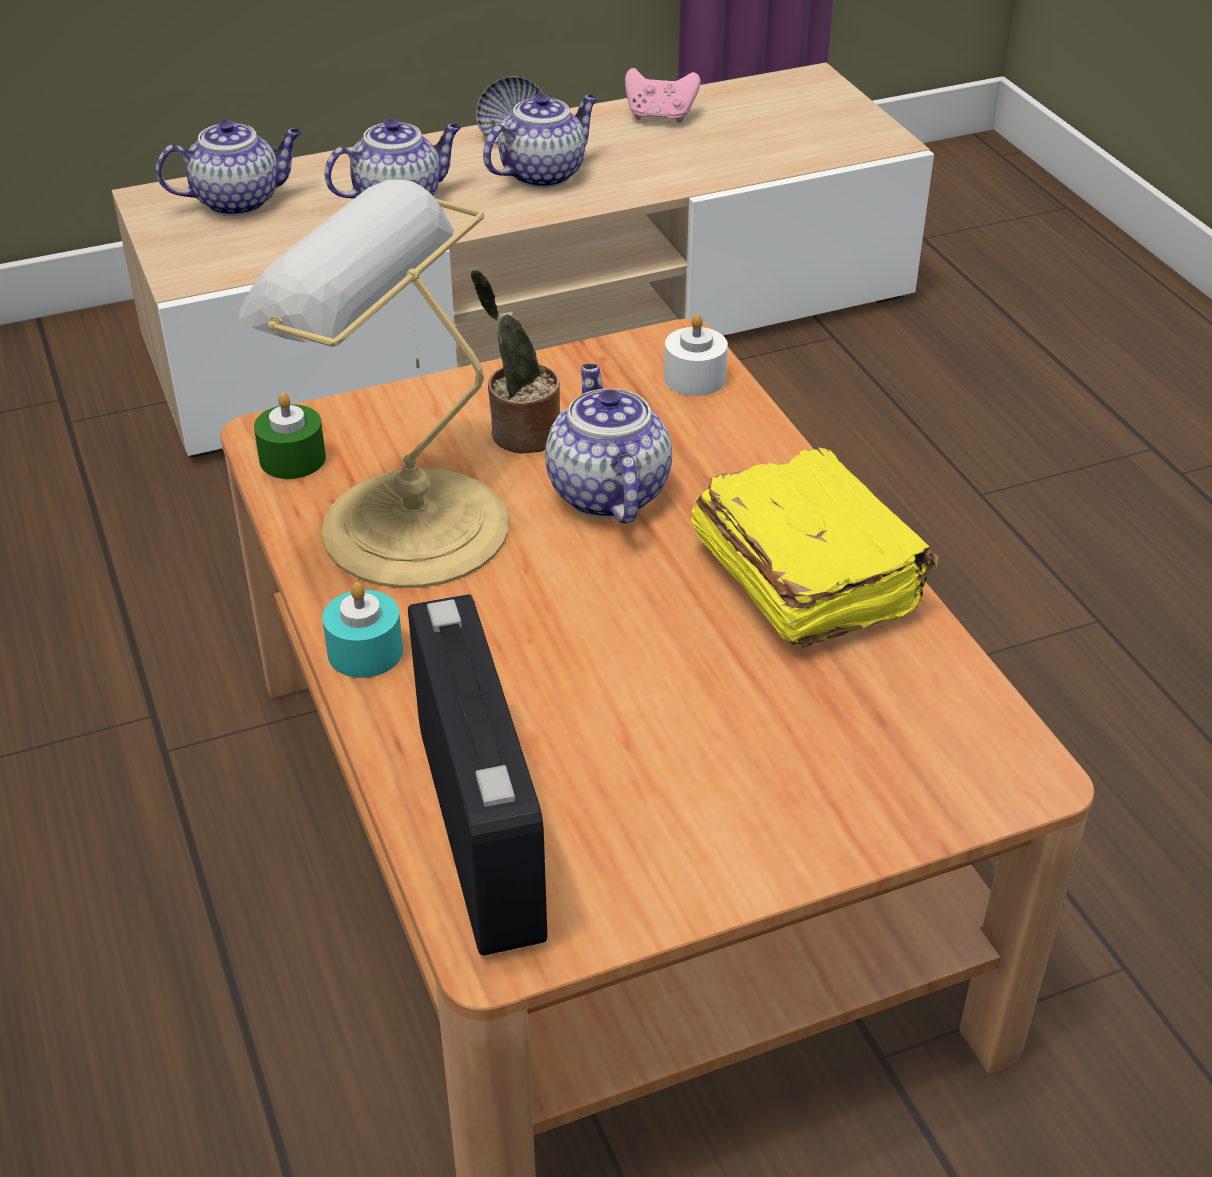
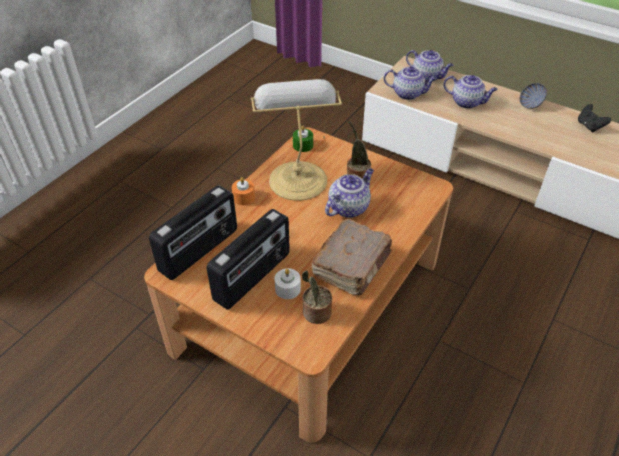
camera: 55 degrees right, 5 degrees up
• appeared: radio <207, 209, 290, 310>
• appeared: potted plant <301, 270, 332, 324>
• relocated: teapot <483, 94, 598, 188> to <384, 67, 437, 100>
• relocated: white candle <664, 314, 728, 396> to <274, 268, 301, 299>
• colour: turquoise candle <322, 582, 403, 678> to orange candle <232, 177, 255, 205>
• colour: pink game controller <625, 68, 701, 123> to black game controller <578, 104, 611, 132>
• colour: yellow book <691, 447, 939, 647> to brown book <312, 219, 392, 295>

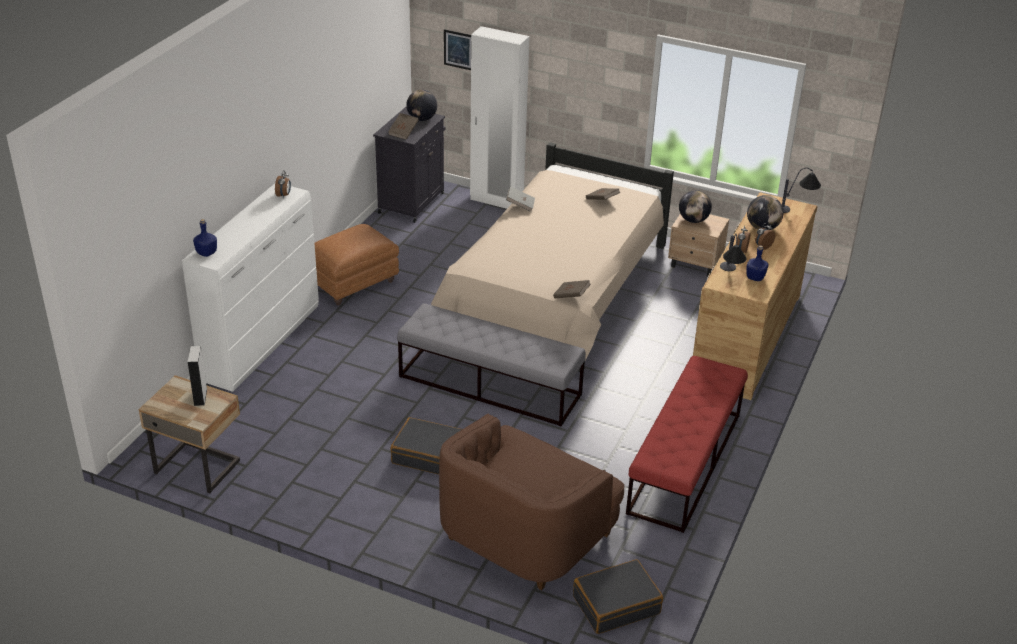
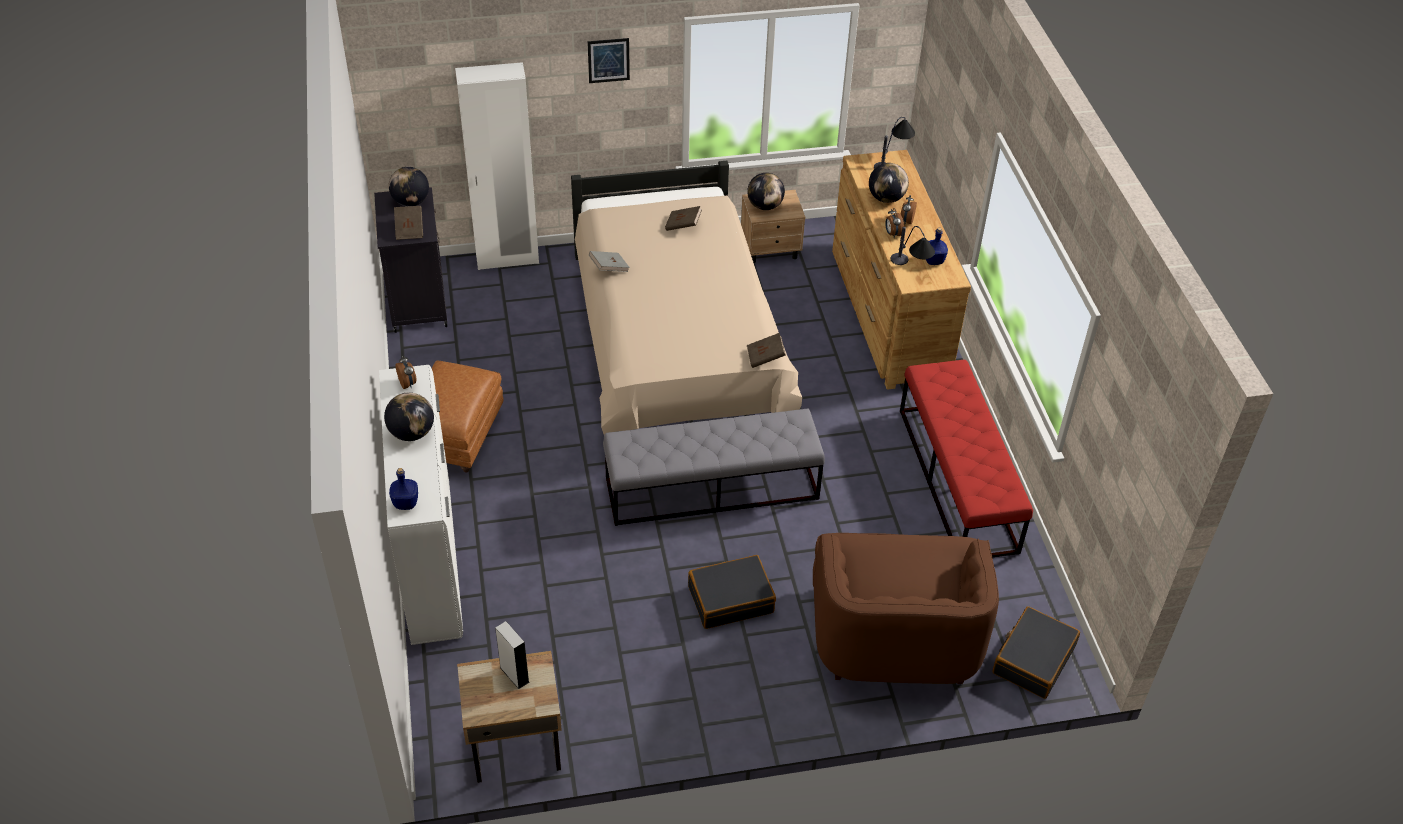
camera: 35 degrees left, 10 degrees up
• appeared: globe <384, 392, 434, 441>
• relocated: picture <444, 29, 471, 70> to <588, 38, 630, 83>

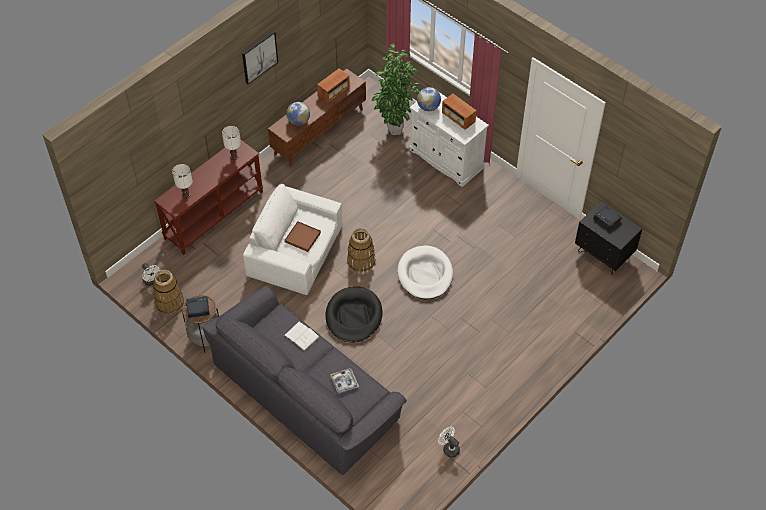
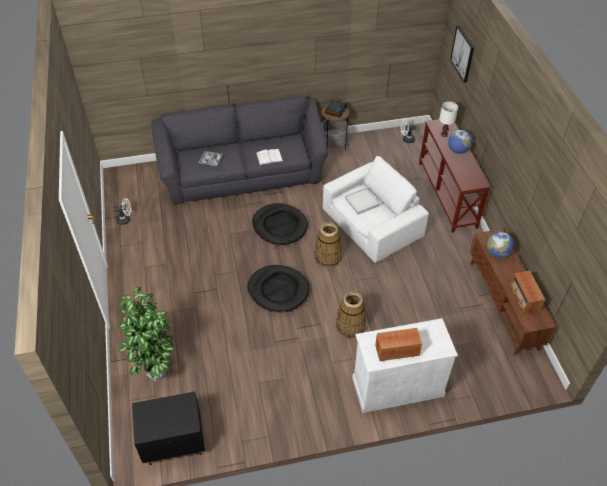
camera: 125 degrees right, 5 degrees down
• missing: white table lamp <222, 126, 241, 160>
• missing: alarm clock <593, 206, 622, 231>
• relocated: basket <153, 270, 184, 315> to <336, 291, 366, 339>
• relocated: picture <242, 31, 278, 85> to <450, 25, 474, 83>
• relocated: potted plant <371, 44, 420, 135> to <118, 287, 176, 382>
• relocated: globe <417, 87, 441, 111> to <448, 130, 472, 154>
• colour: brown tray <285, 221, 321, 252> to white tray <345, 188, 380, 215>
• colour: white dog bed <397, 246, 453, 299> to black dog bed <247, 265, 309, 312>

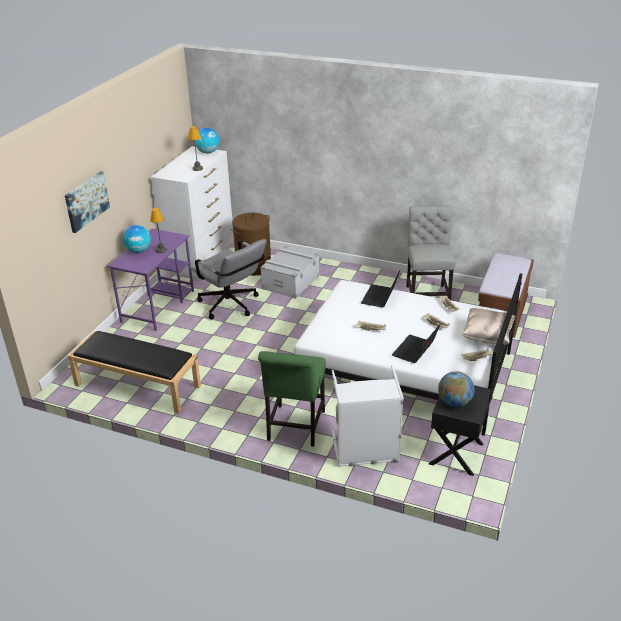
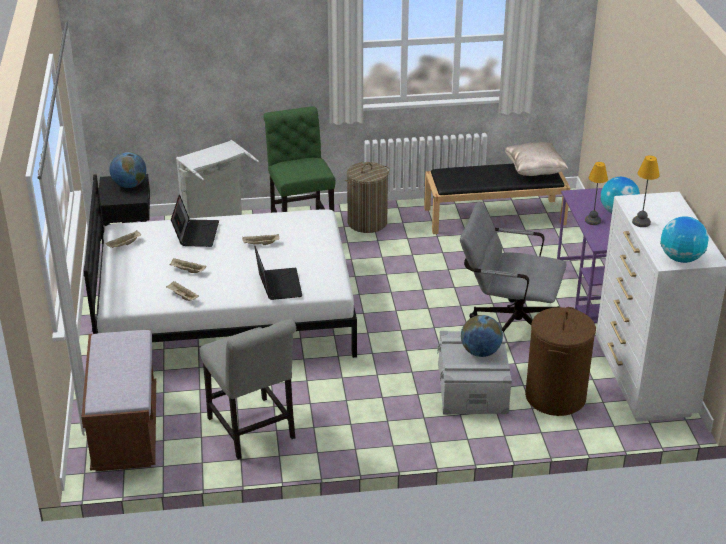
camera: 150 degrees right, 0 degrees up
• missing: picture <65, 171, 110, 233>
• appeared: laundry basket <345, 162, 390, 233>
• appeared: globe <461, 315, 503, 357>
• relocated: beige pillow <462, 308, 516, 345> to <505, 142, 568, 176>

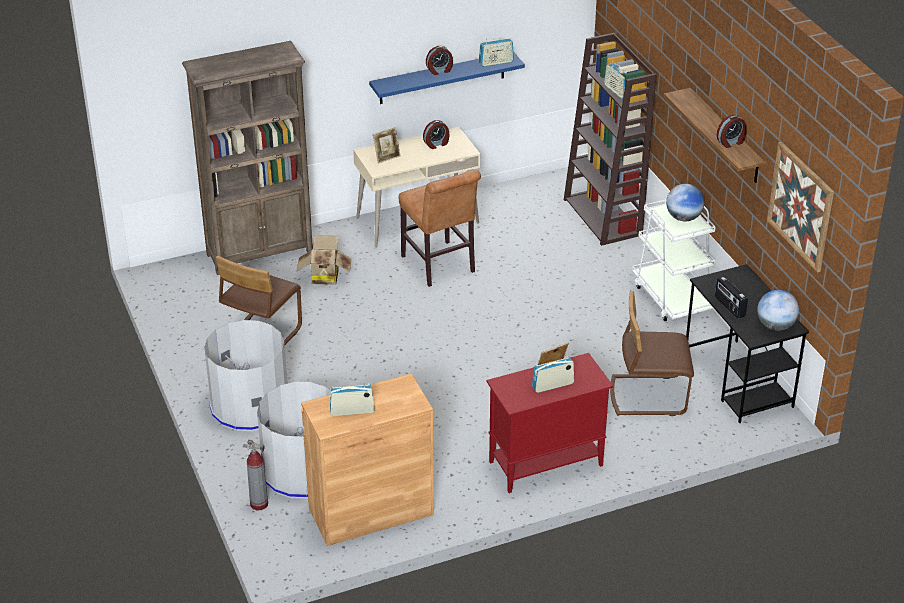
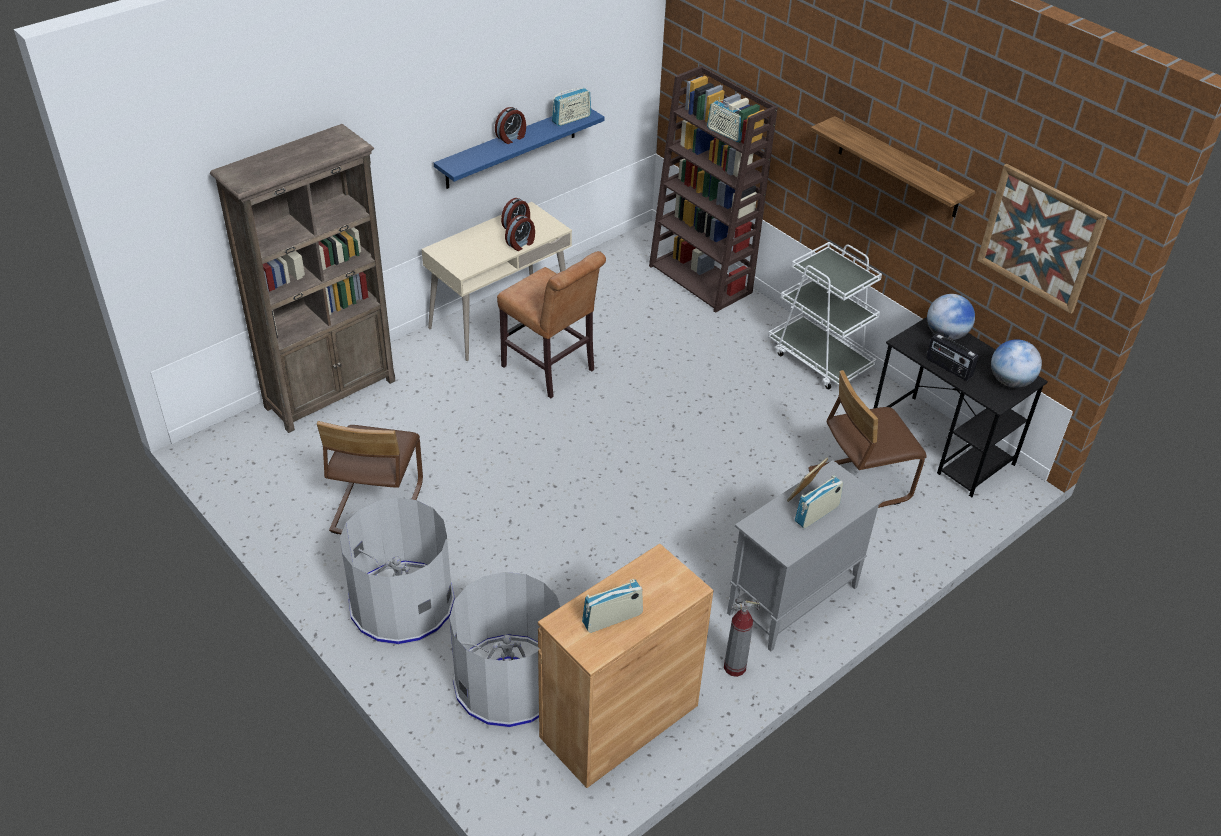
camera: 20 degrees left, 5 degrees up
• missing: cardboard box <297, 235, 352, 285>
• missing: picture frame <373, 127, 401, 164>
• relocated: fire extinguisher <243, 440, 268, 510> to <724, 598, 760, 677>
• relocated: globe <666, 184, 704, 221> to <927, 294, 975, 340>
• relocated: alarm clock <717, 115, 747, 148> to <505, 215, 535, 251>
• colour: red cabinet <487, 353, 613, 493> to grey cabinet <727, 460, 885, 652>

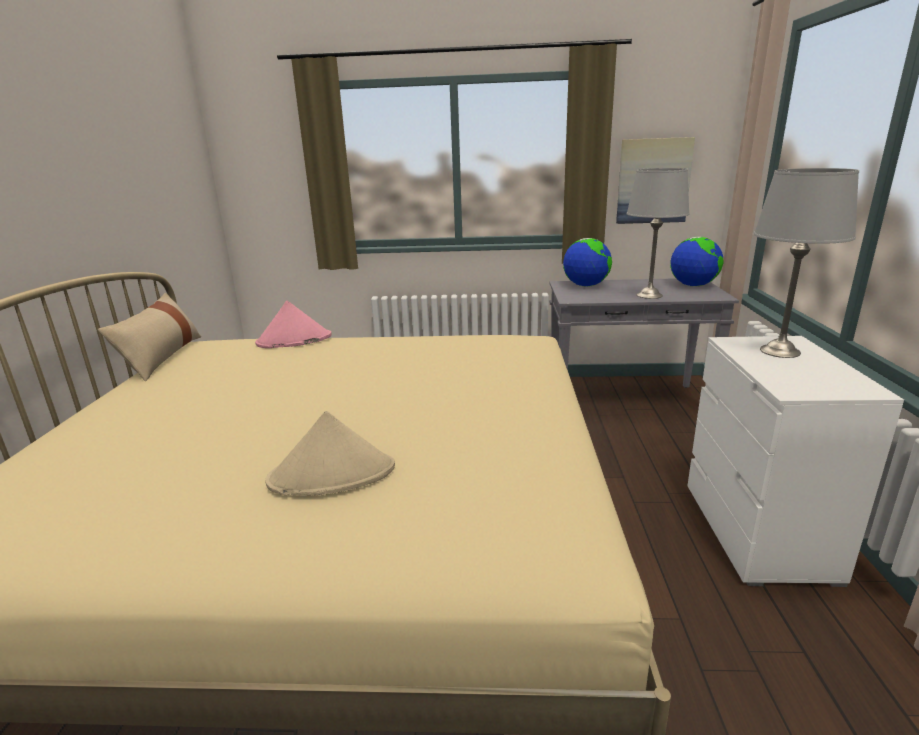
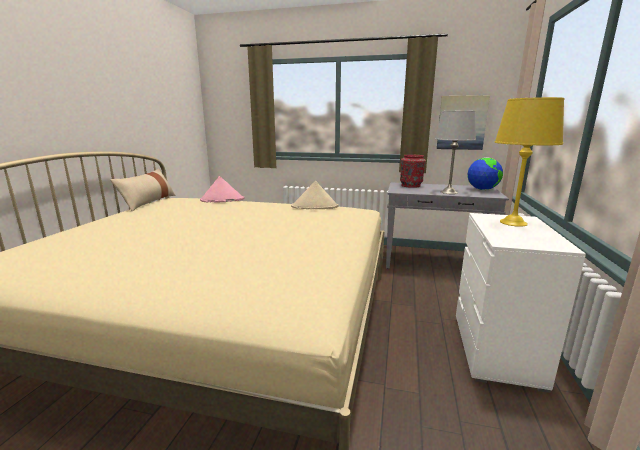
camera: 10 degrees right, 5 degrees down
• relocated: beige hat <265, 411, 395, 496> to <291, 181, 338, 209>
• exchanged: globe <563, 238, 612, 287> to red vase <400, 155, 426, 188>
• colour: grey table lamp <754, 168, 859, 358> to yellow table lamp <495, 97, 564, 227>

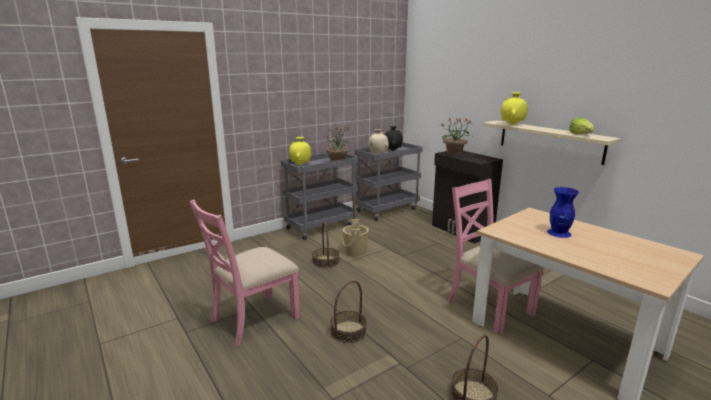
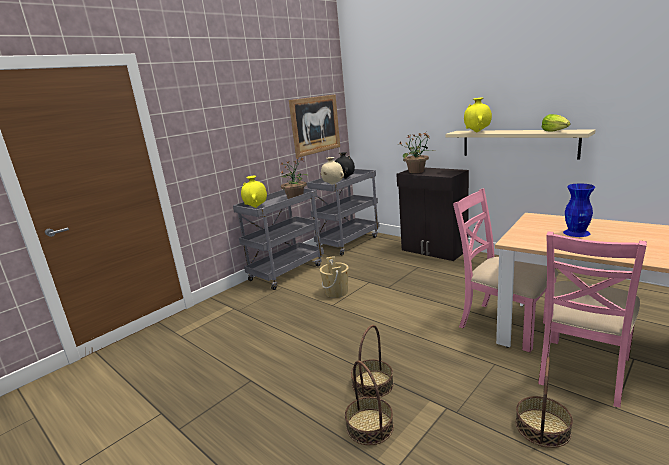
camera: 10 degrees left, 0 degrees up
• appeared: picture <289, 94, 340, 158>
• relocated: pink chair <189, 199, 301, 346> to <538, 231, 647, 408>
• relocated: basket <312, 222, 339, 268> to <345, 361, 394, 445>

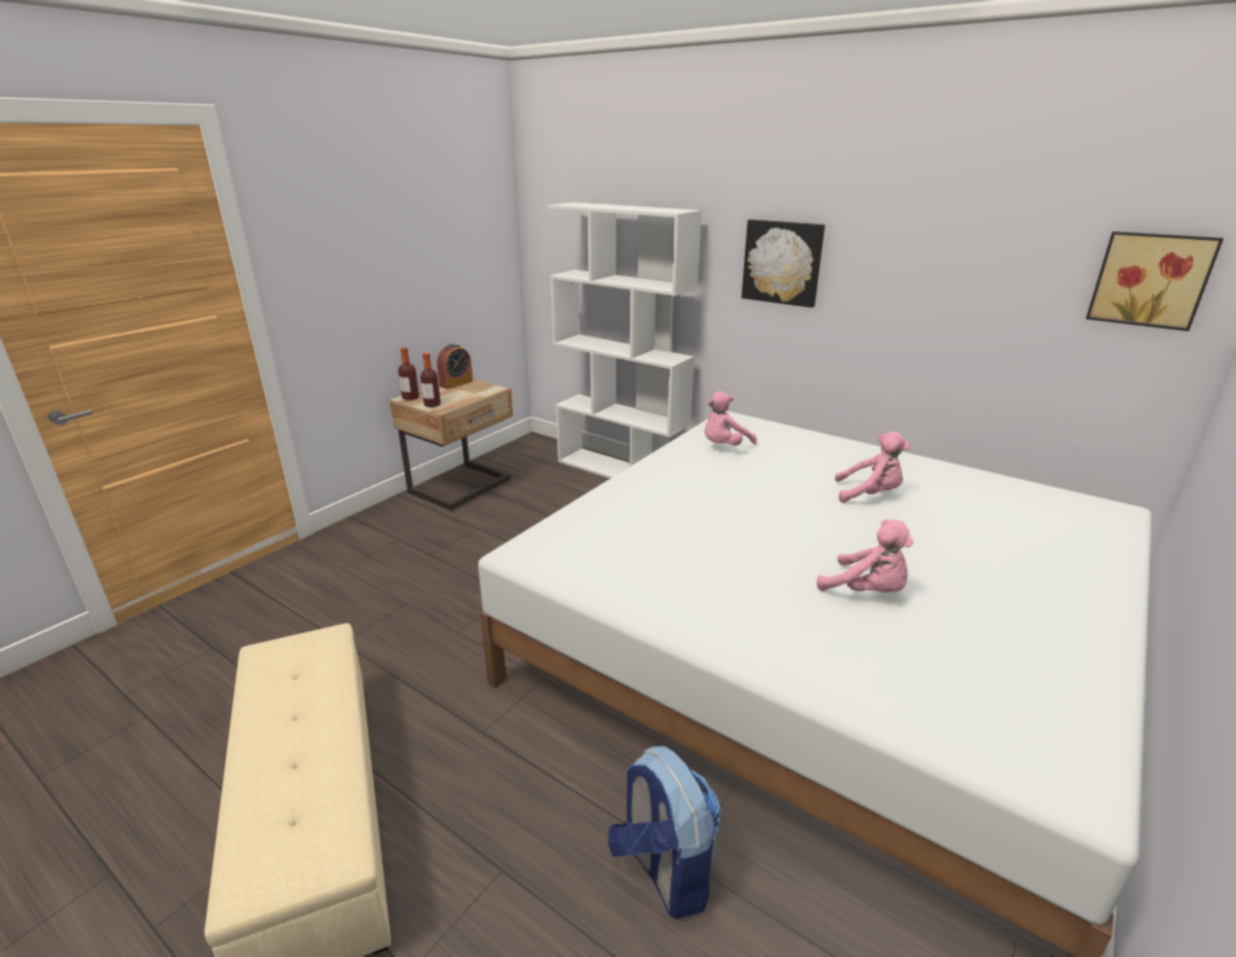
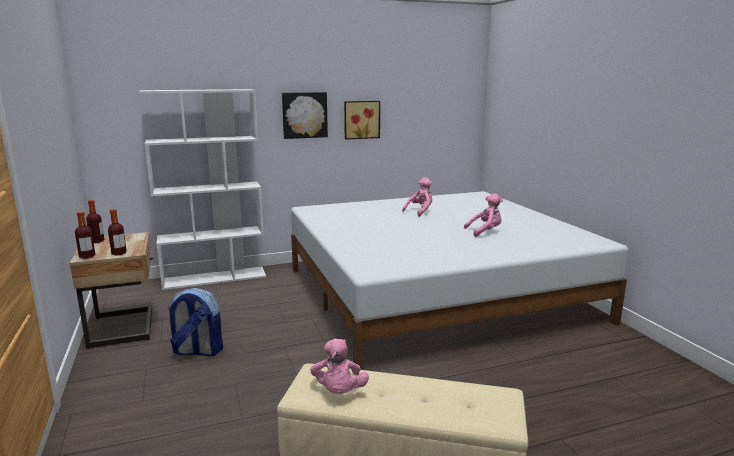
camera: 55 degrees left, 10 degrees down
• relocated: backpack <608, 746, 721, 919> to <168, 288, 223, 357>
• relocated: pink plush toy <705, 391, 757, 446> to <310, 339, 369, 394>
• relocated: picture <1086, 231, 1224, 331> to <344, 101, 380, 140>
• exchanged: alarm clock <437, 344, 473, 389> to bottle <86, 200, 105, 243>

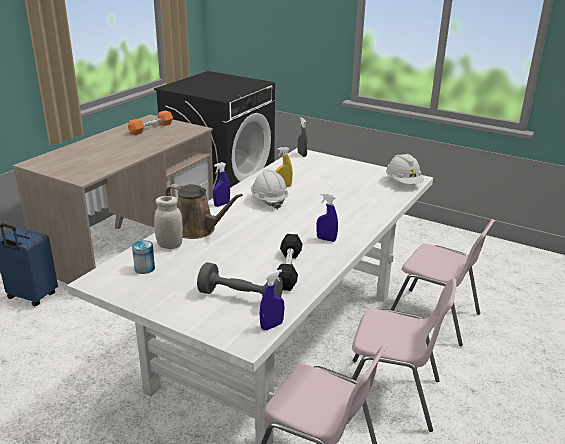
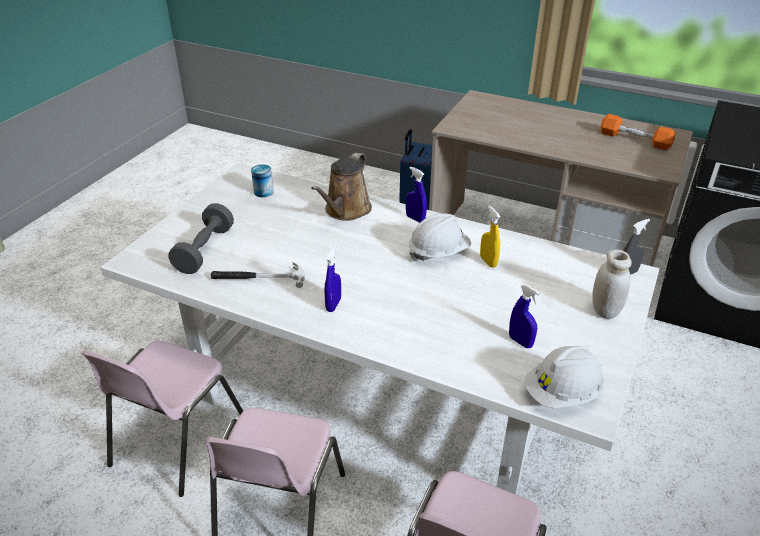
camera: 85 degrees right, 10 degrees up
• relocated: white jar <154, 196, 183, 249> to <592, 249, 632, 319>
• relocated: blue spray bottle <260, 270, 284, 330> to <509, 284, 540, 348>
• exchanged: black dumbbell <277, 234, 302, 291> to hammer <211, 262, 305, 288>

